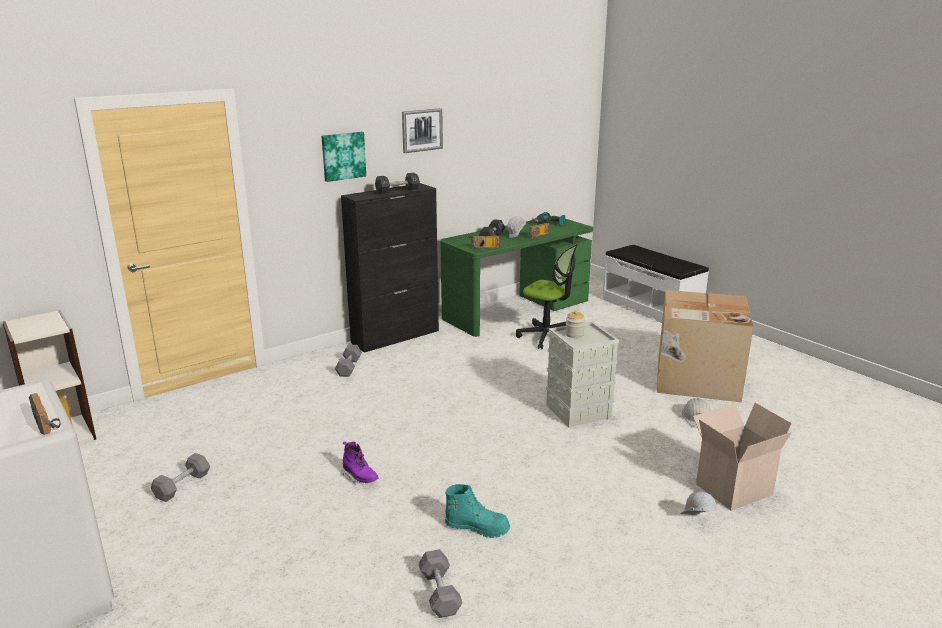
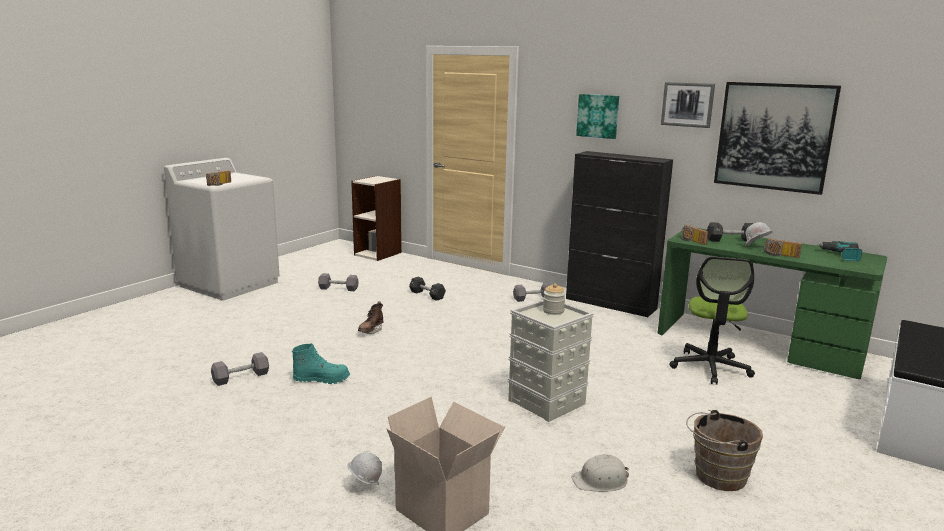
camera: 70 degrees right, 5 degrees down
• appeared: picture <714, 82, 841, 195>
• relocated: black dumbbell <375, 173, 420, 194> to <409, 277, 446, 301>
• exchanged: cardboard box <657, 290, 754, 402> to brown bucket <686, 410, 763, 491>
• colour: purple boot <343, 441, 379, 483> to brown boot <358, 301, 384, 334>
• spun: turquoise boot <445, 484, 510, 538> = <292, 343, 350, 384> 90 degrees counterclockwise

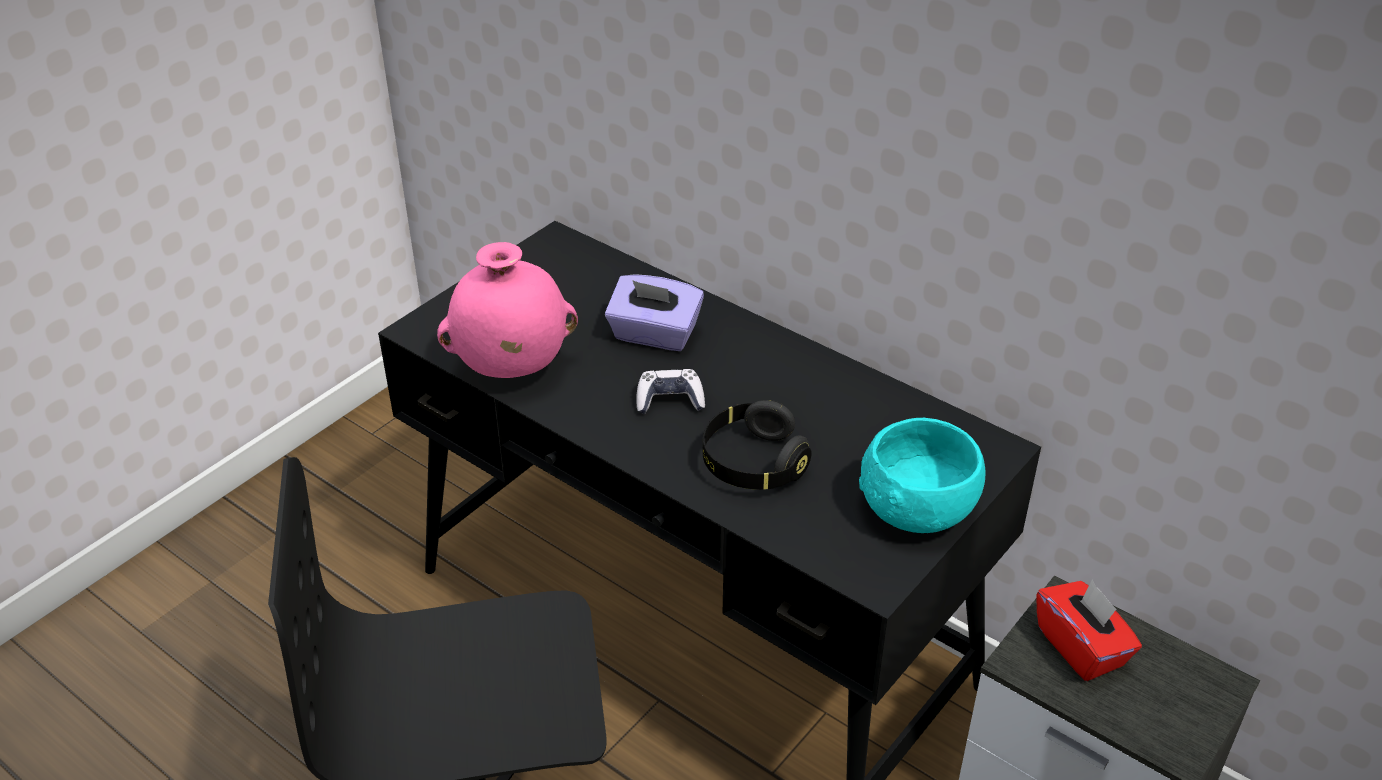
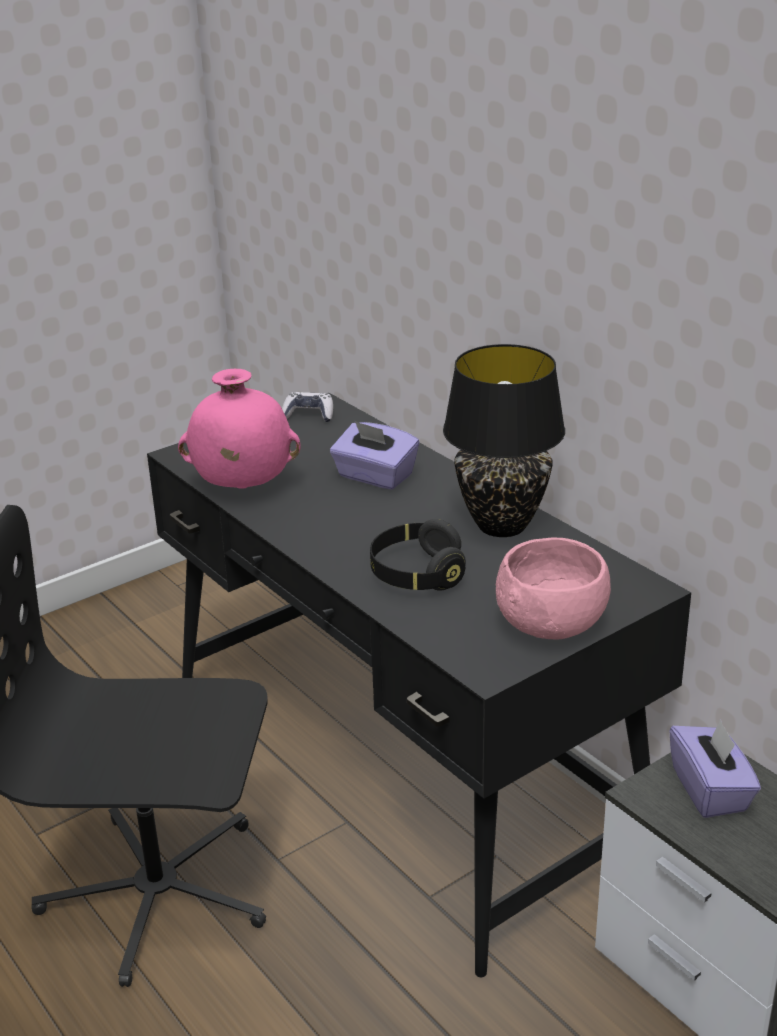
camera: 15 degrees right, 10 degrees down
• appeared: black table lamp <443, 344, 565, 537>
• relocated: game controller <636, 369, 705, 414> to <282, 392, 333, 422>
• colour: turquoise bowl <859, 418, 986, 533> to pink bowl <496, 537, 611, 640>
• colour: red tissue box <1036, 580, 1142, 681> to purple tissue box <669, 719, 761, 818>

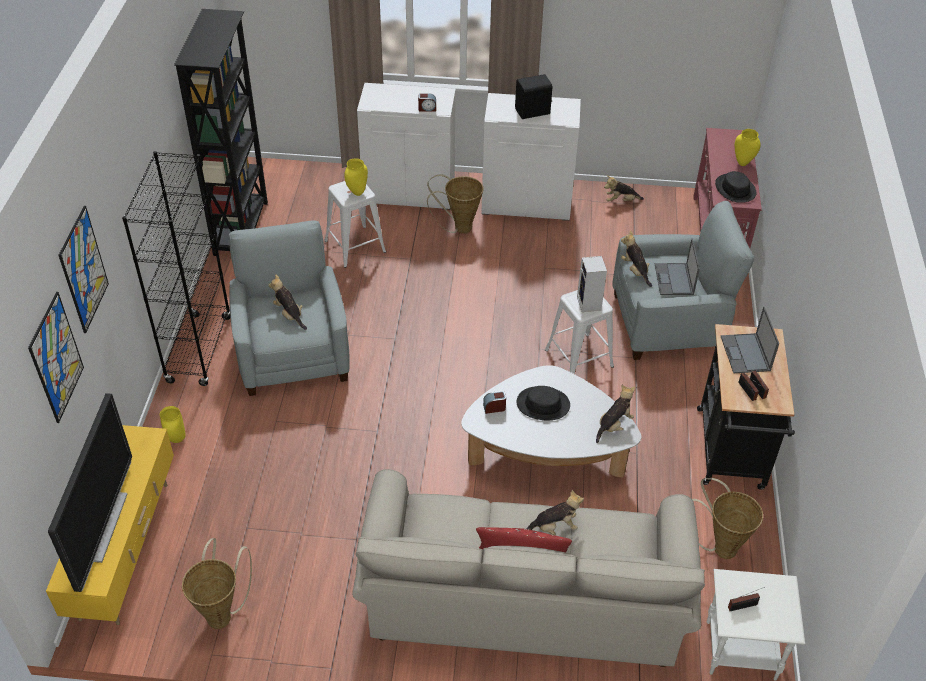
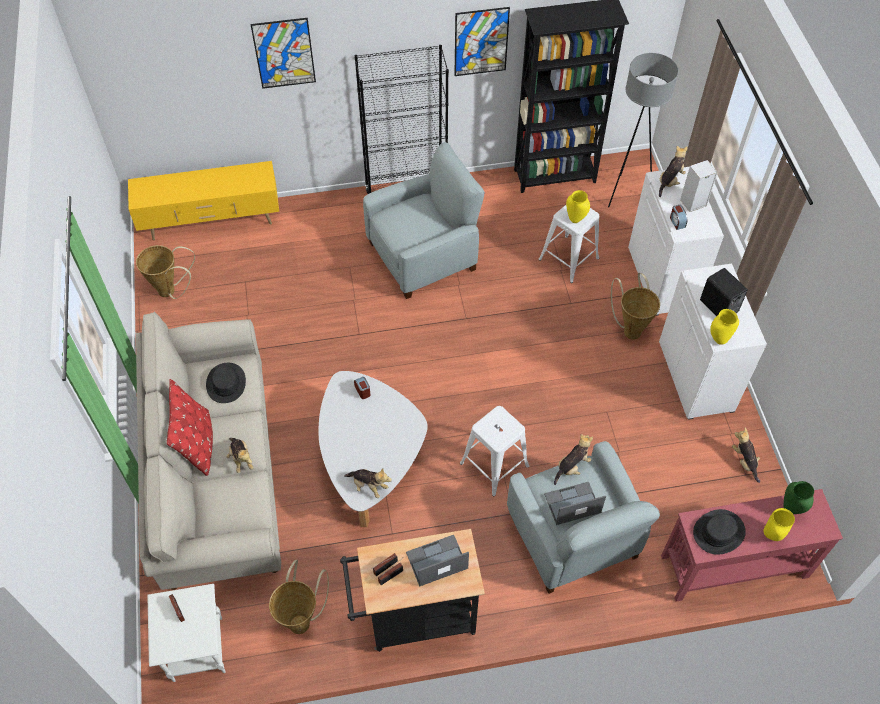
camera: 75 degrees right, 10 degrees up
• missing: television <48, 393, 132, 592>
• appeared: grey floor lamp <608, 53, 678, 207>
• appeared: green vase <783, 481, 814, 514>
• relocated: picture <28, 292, 84, 423> to <454, 7, 510, 76>
• relocated: yellow vase <160, 406, 186, 443> to <710, 309, 739, 345>
• relocated: plush toy <269, 274, 307, 330> to <659, 146, 688, 197>
• relocated: black hat <517, 386, 570, 420> to <206, 363, 246, 403>
• relocated: speaker <577, 256, 607, 312> to <680, 160, 718, 212>

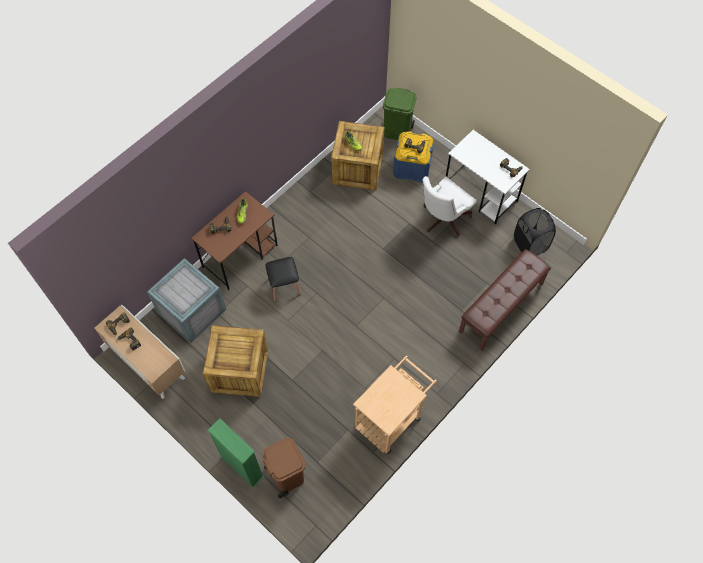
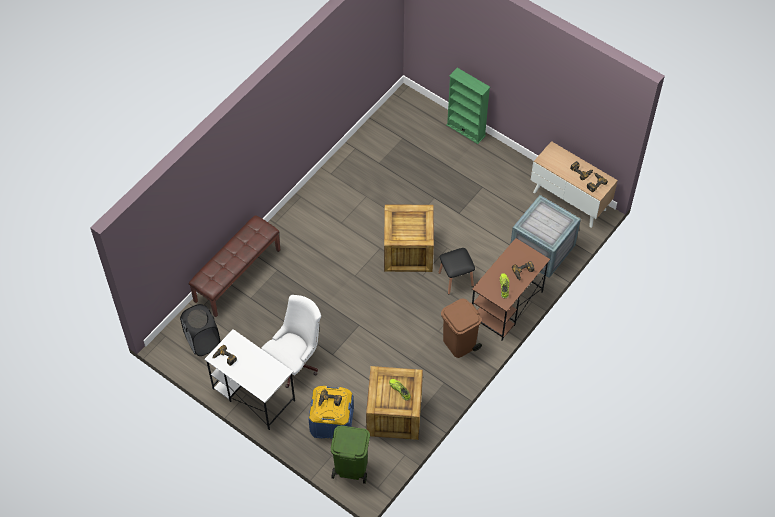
camera: 175 degrees right, 5 degrees down
• missing: beige cart <353, 355, 437, 454>
• relocated: crate <203, 325, 268, 397> to <384, 204, 434, 272>
• relocated: brown trash can <262, 438, 306, 498> to <441, 299, 482, 358>

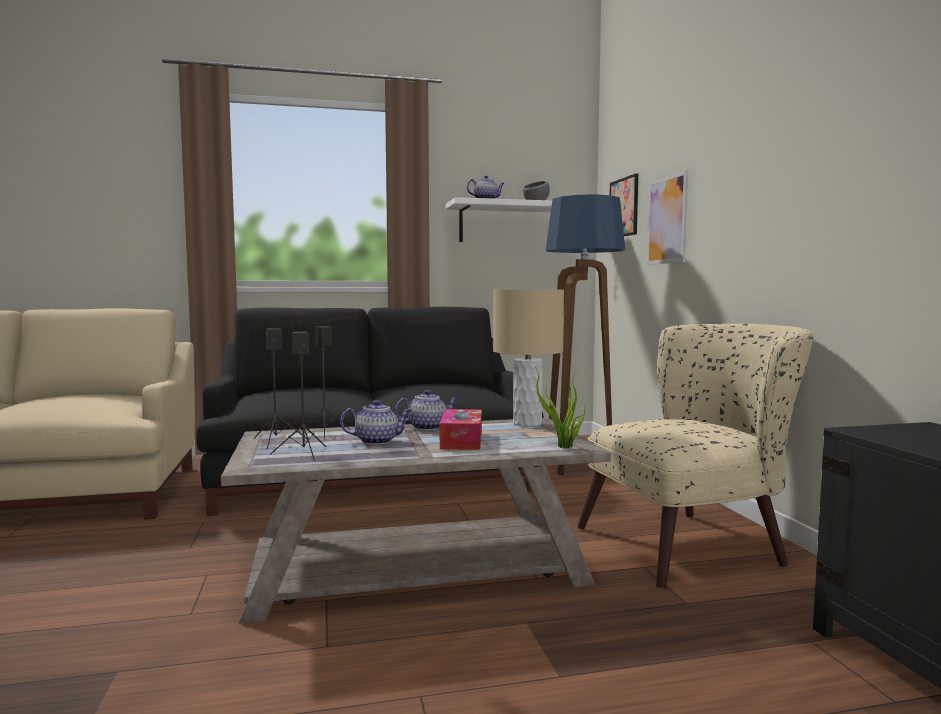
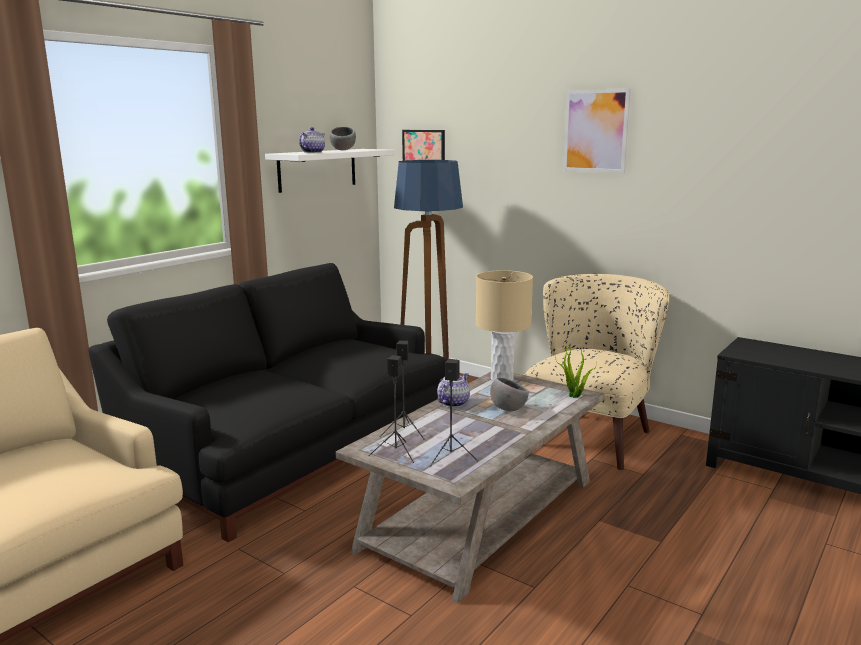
camera: 40 degrees left, 10 degrees up
• missing: teapot <340, 400, 412, 445>
• relocated: picture <647, 170, 688, 265> to <563, 88, 631, 173>
• exchanged: tissue box <440, 409, 482, 450> to grey bowl <490, 377, 529, 411>

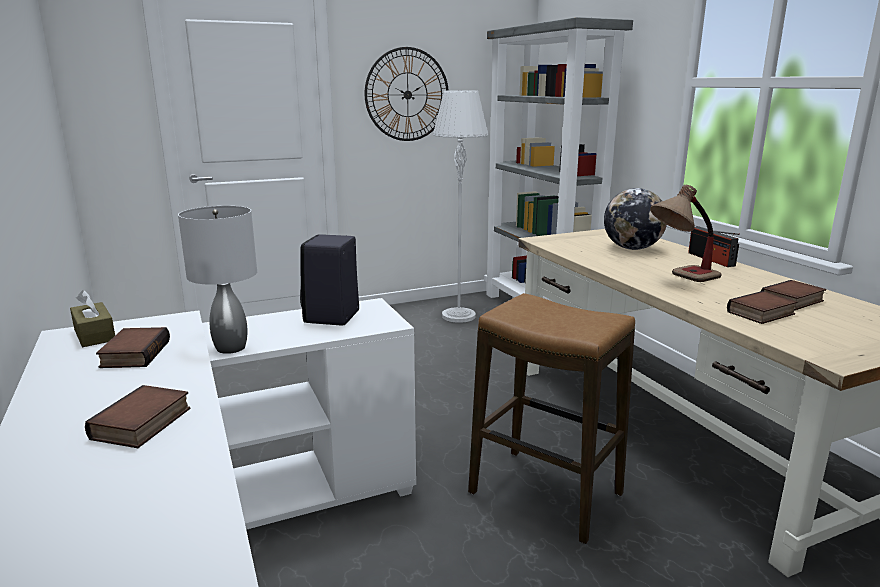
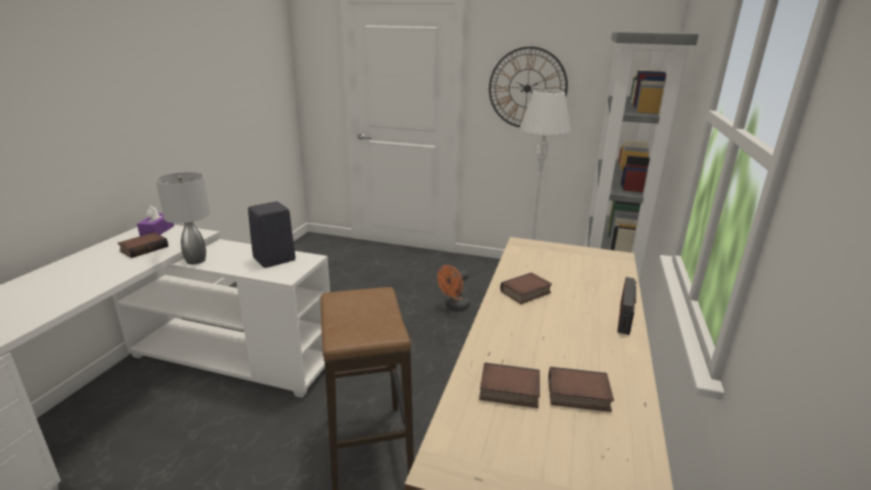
camera: 40 degrees right, 5 degrees up
• missing: globe <604, 188, 667, 250>
• missing: table lamp <650, 185, 722, 282>
• appeared: orange fan <437, 265, 470, 311>
• relocated: book <85, 385, 191, 448> to <500, 272, 552, 304>
• colour: brown tissue box <70, 290, 115, 347> to purple tissue box <137, 206, 174, 236>

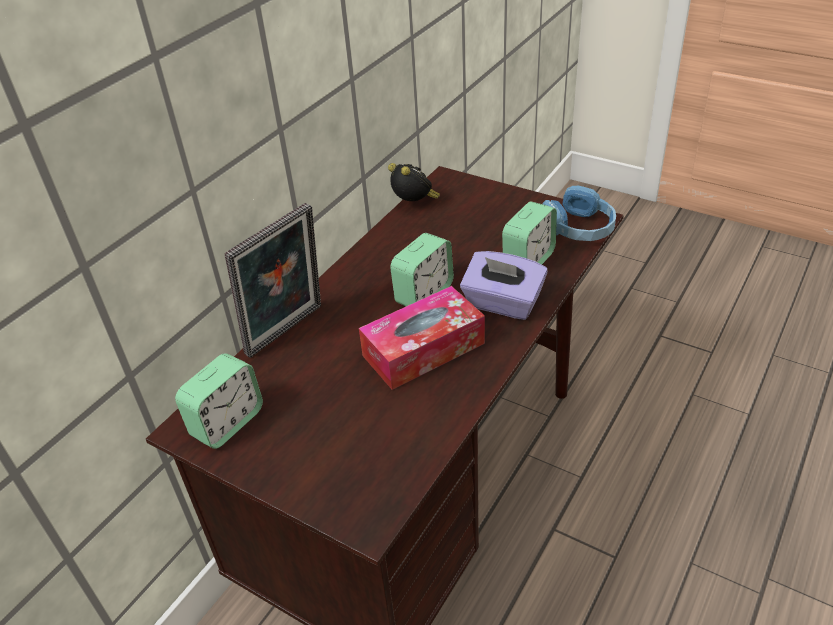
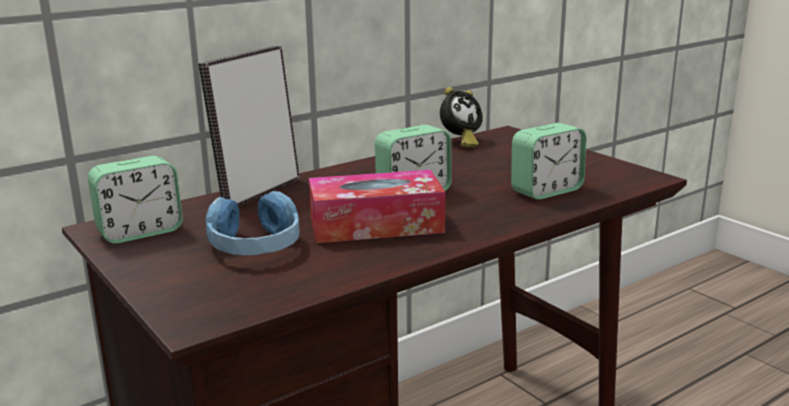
camera: 20 degrees right, 20 degrees down
• missing: purple tissue box <460, 251, 548, 320>
• relocated: blue headphones <543, 186, 616, 241> to <206, 191, 300, 255>
• spun: picture frame <224, 203, 321, 358> = <198, 46, 300, 206> 150 degrees clockwise
• spun: alarm clock <388, 163, 440, 201> = <440, 87, 483, 147> 75 degrees clockwise

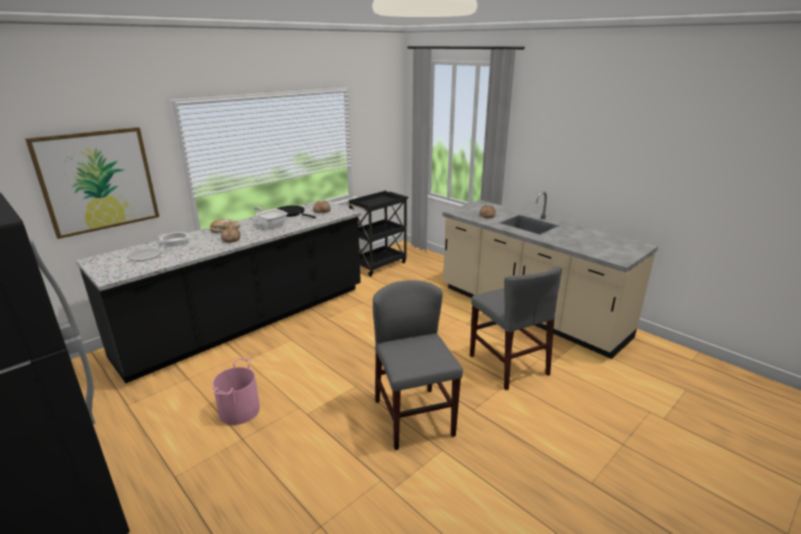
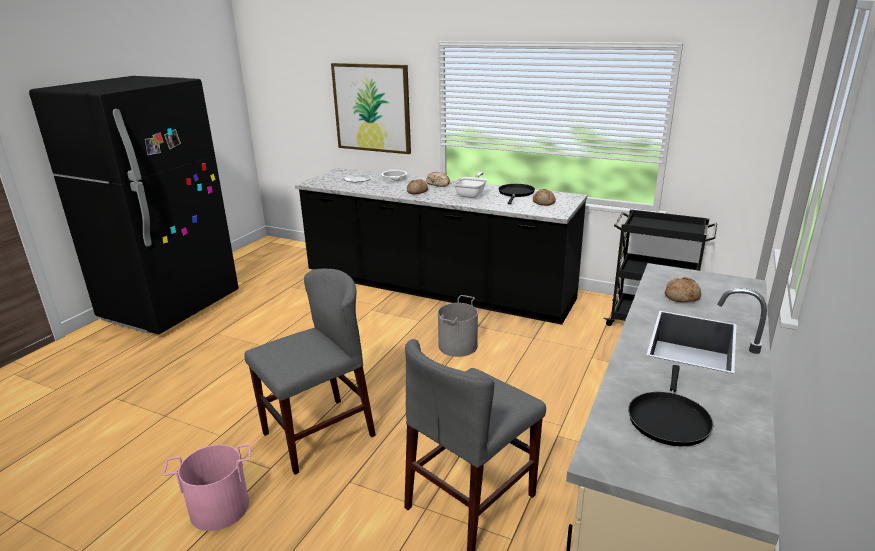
camera: 70 degrees right, 0 degrees up
• appeared: grey bucket <438, 295, 478, 357>
• appeared: black frying pan <628, 365, 714, 446>
• relocated: pink bucket <213, 358, 260, 425> to <163, 444, 251, 531>

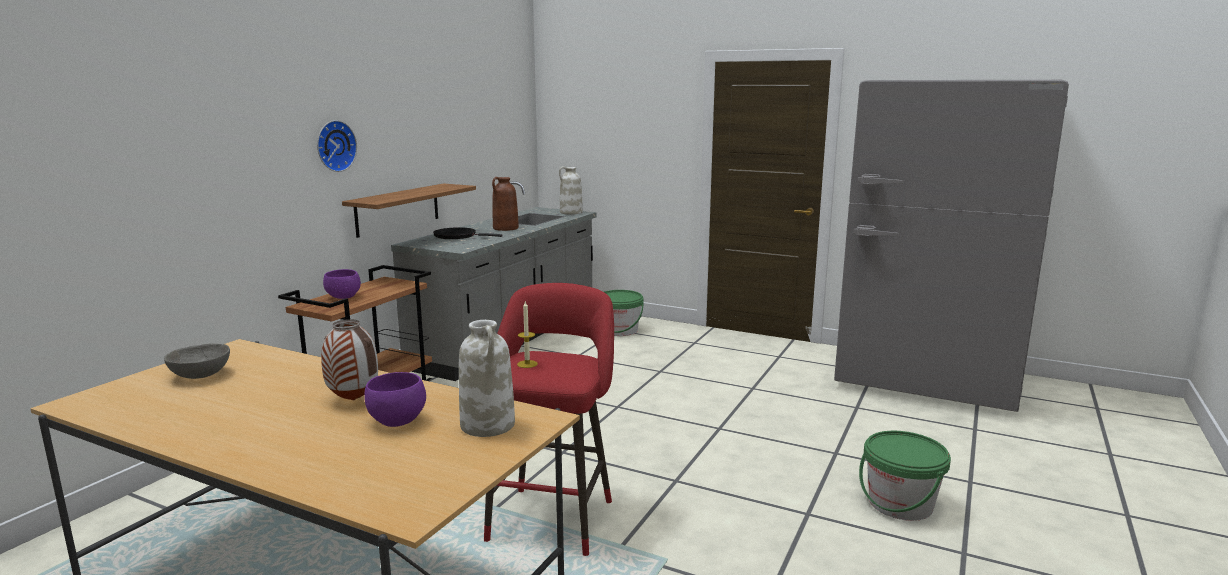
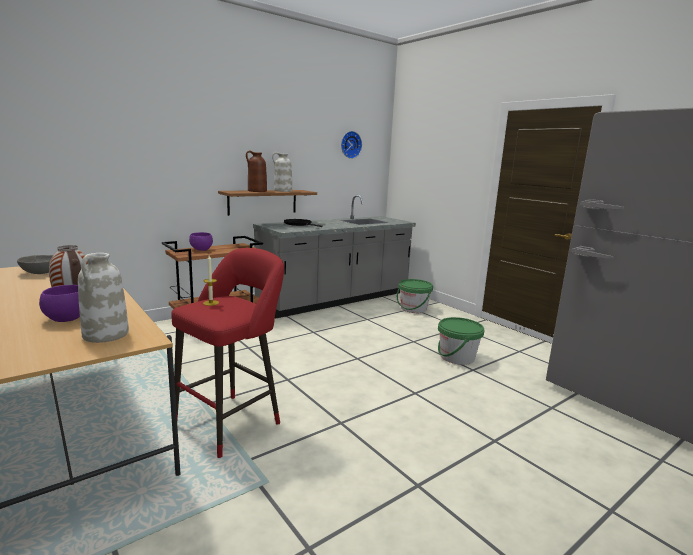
camera: 25 degrees right, 0 degrees up
• relocated: wall clock <317, 120, 357, 172> to <341, 131, 362, 159>
• relocated: brown vase <492, 177, 519, 231> to <246, 151, 267, 192>
• relocated: white vase <559, 166, 583, 214> to <272, 152, 292, 192>
• relocated: green bucket <859, 431, 951, 521> to <438, 317, 485, 365>

